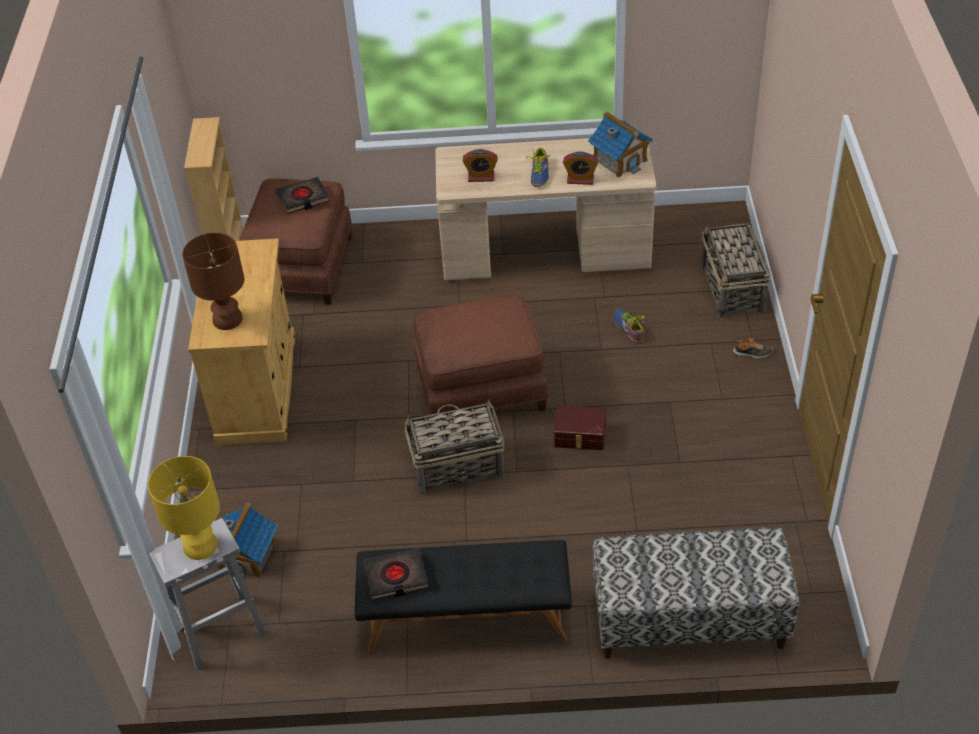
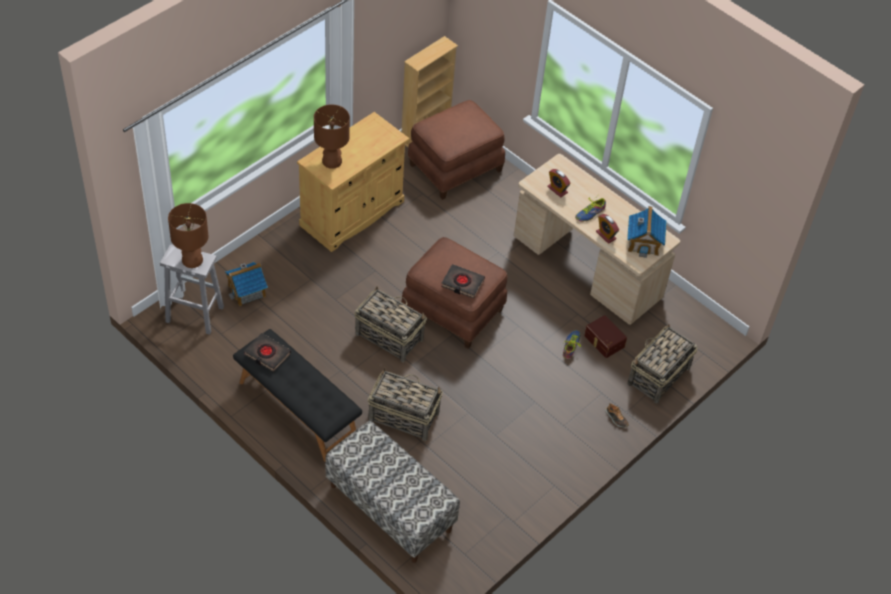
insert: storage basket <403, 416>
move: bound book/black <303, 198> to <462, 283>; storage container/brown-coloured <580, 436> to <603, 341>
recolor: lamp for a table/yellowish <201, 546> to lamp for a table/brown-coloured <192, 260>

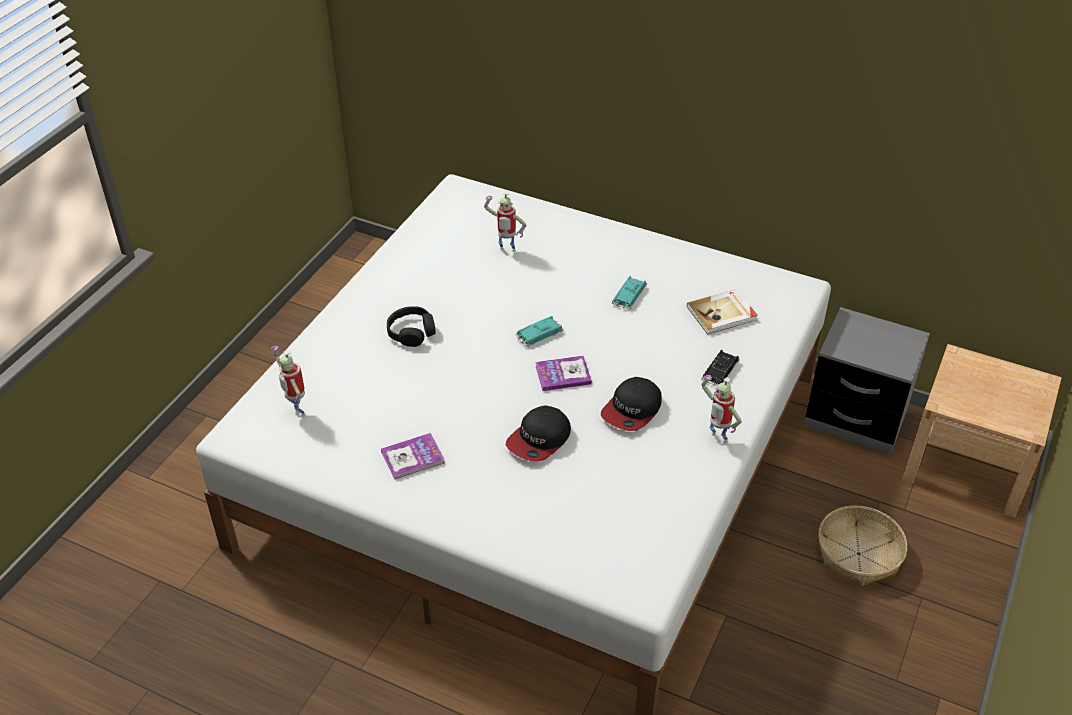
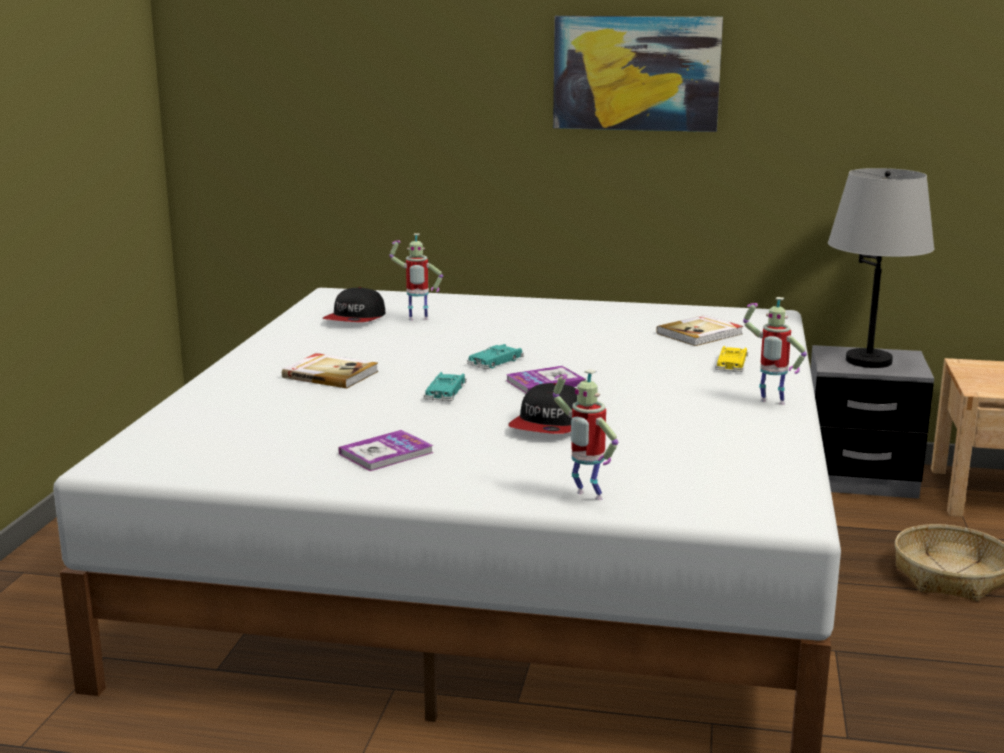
insert: picture <636, 73>; lamp for a table/greyish <869, 361>
move: robot figure <297, 411> to <585, 497>; baseball cap <632, 410> to <355, 319>; toy car/blue-green <629, 295> to <445, 392>
replace: pair of headphones/black <411, 332> to bound book <330, 374>
recolor: toy car/black <720, 371> to toy car/yellowish <731, 364>

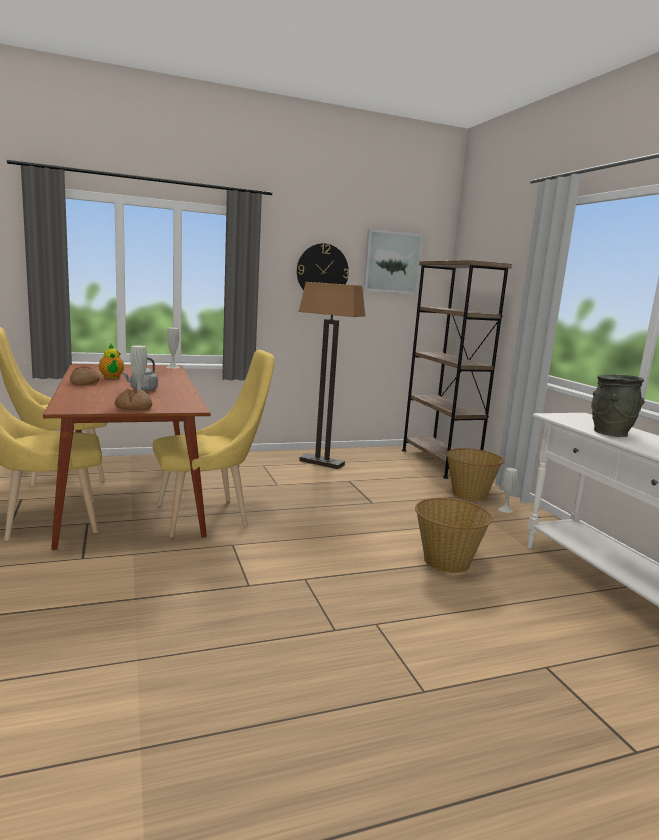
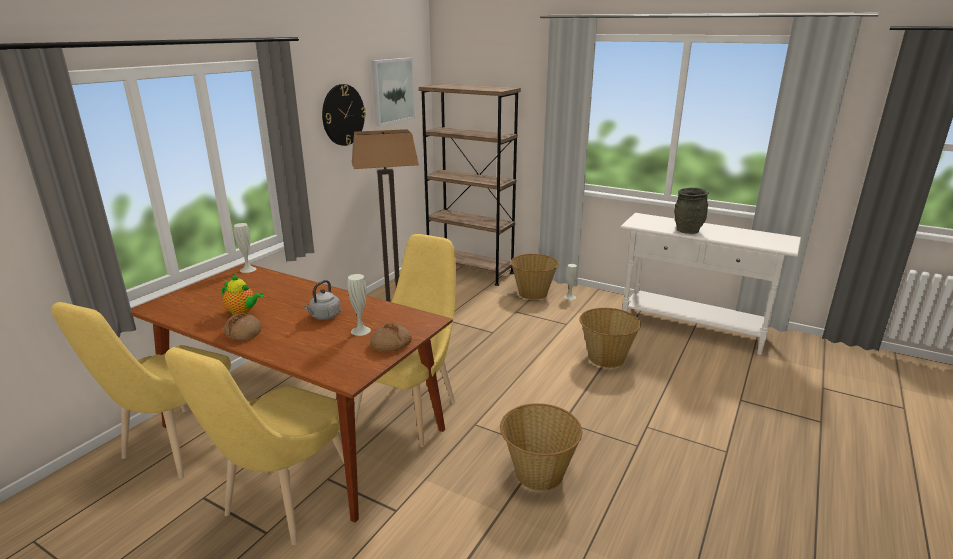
insert: storage basket <538, 473>

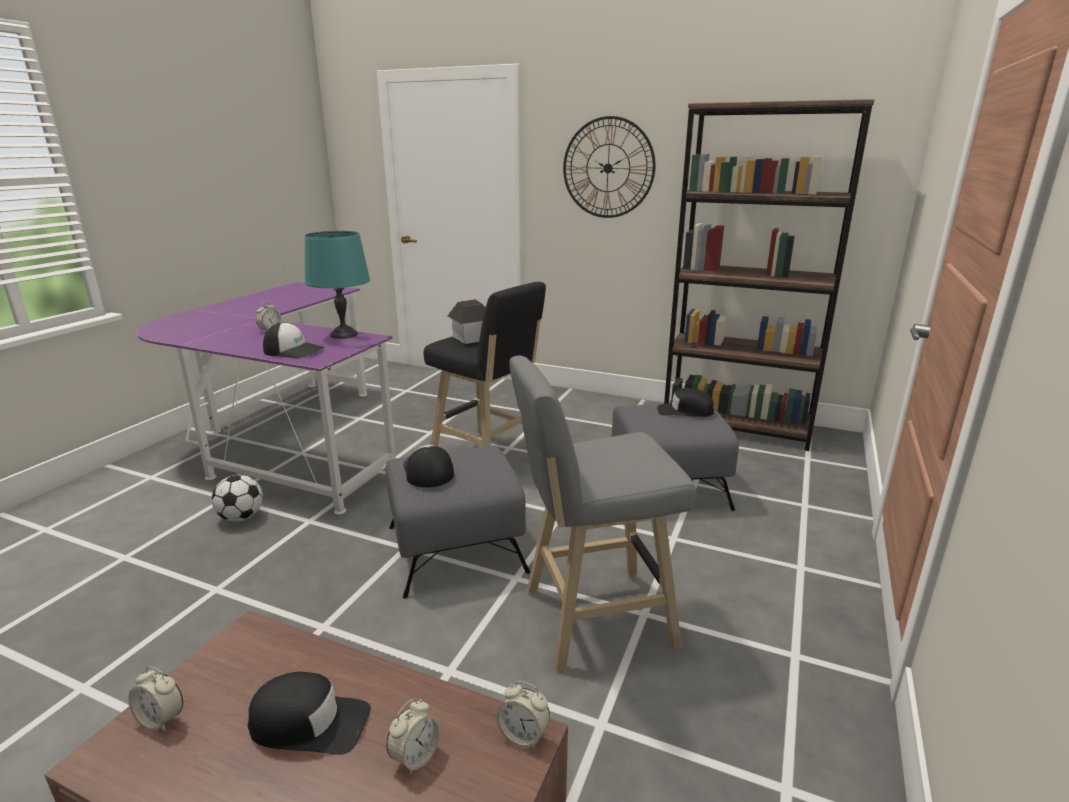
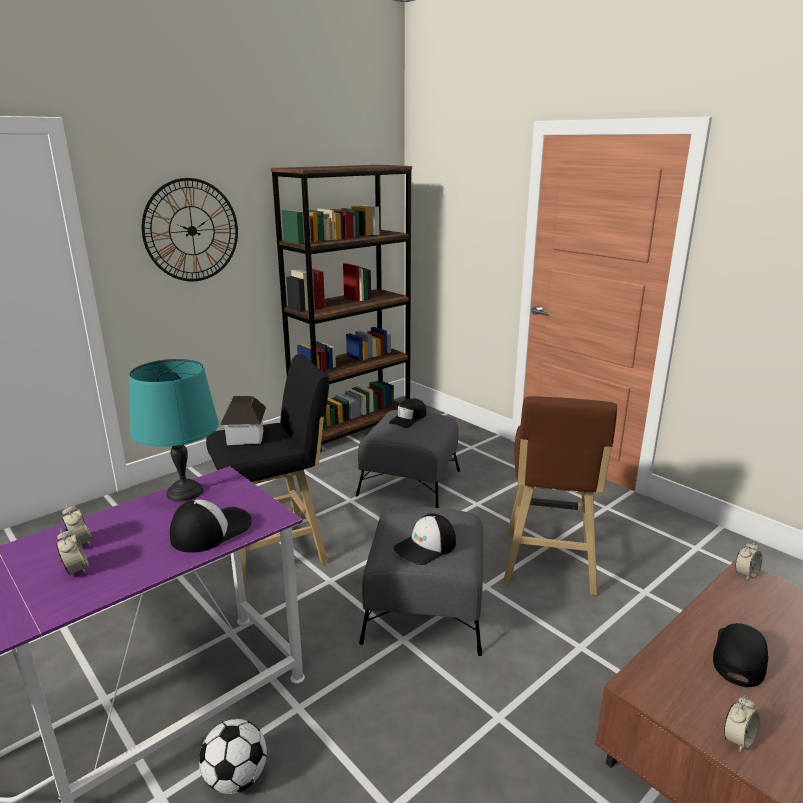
move: table clock <415, 756> to <76, 570>
recolor: sitting stool/greyish <591, 618> to sitting stool/brown-coloured <548, 565>
rotate: baseball cap <427, 471> = <426, 547> 45 degrees counterclockwise

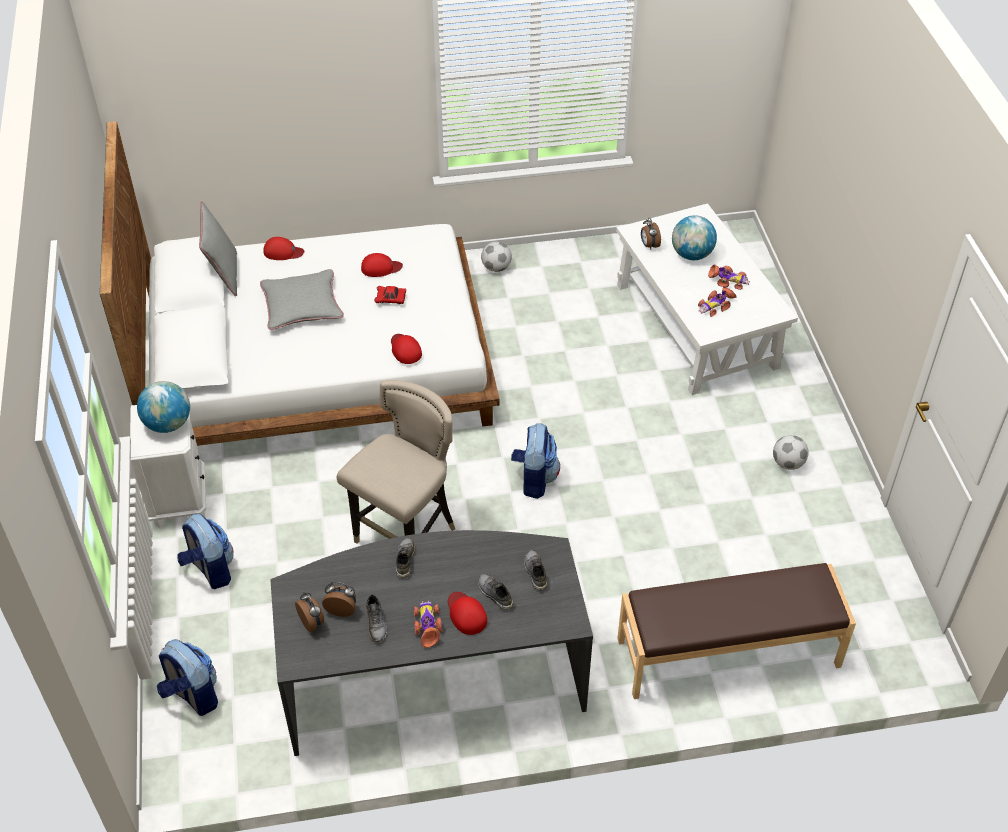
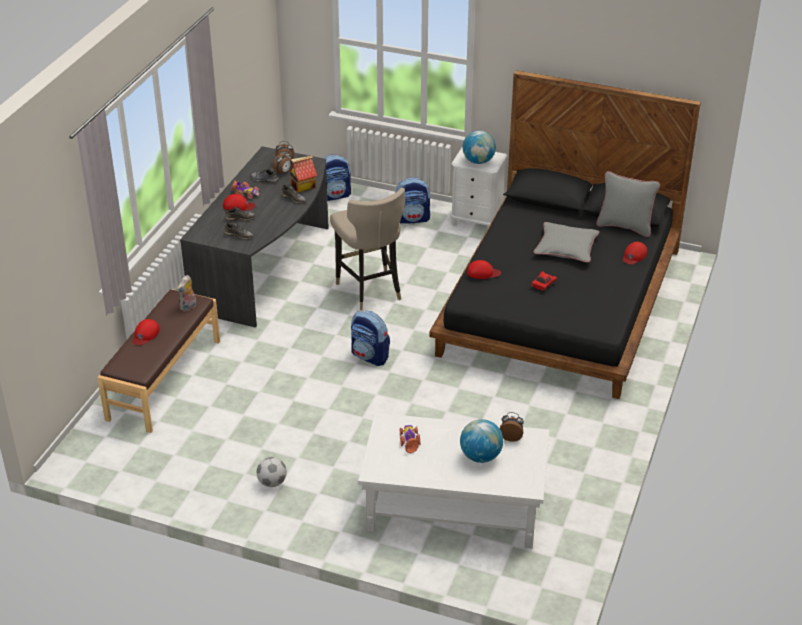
delete: football <496, 268>; toy car <728, 281>
insert: plush toy <188, 307>; miniature house <303, 186>
move: baseball cap/red-coloured <381, 268> to <145, 334>
recolor: bedroom bed/whitish <318, 361> to bedroom bed/black <560, 302>

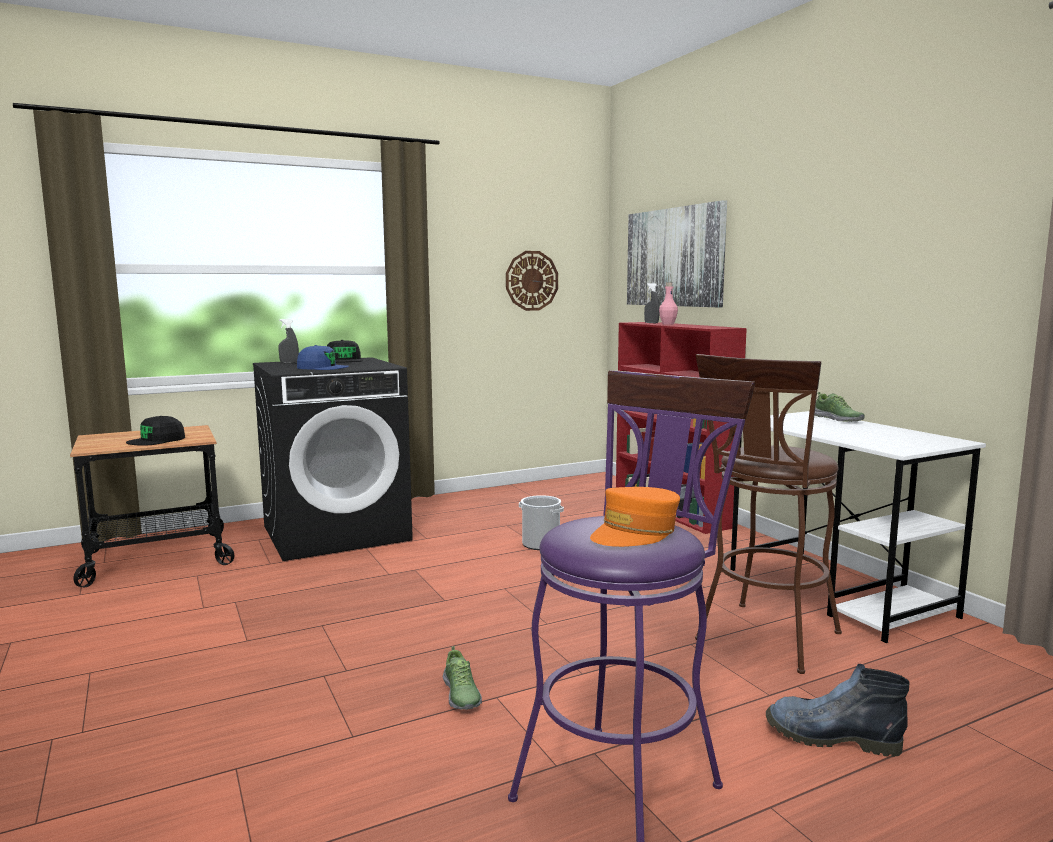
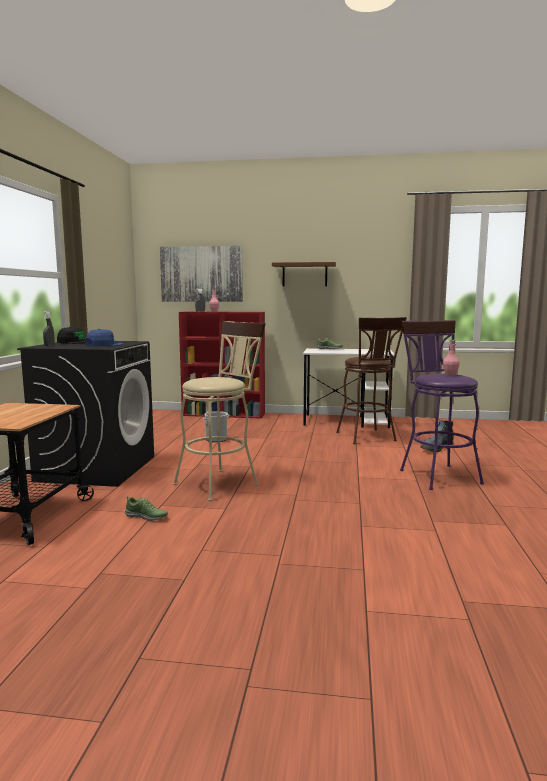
delete: baseball cap/black <157, 440>; clock on the wall <531, 280>
insert: sitting stool/beige-coloured <221, 483>; shelf/brown-coloured <304, 274>
move: item of footwear <461, 695> to <146, 517>
replace: baseball cap/orange-coloured <635, 533> to bottle/pink <450, 375>

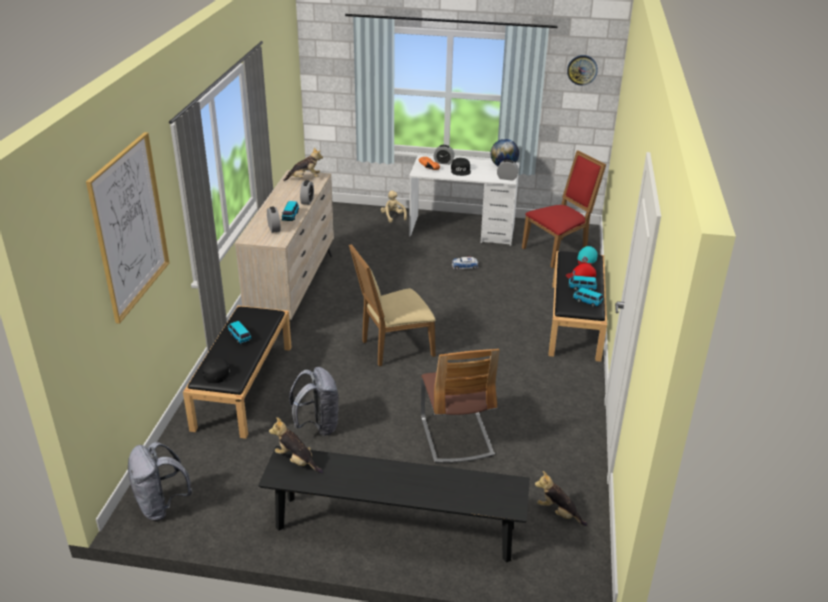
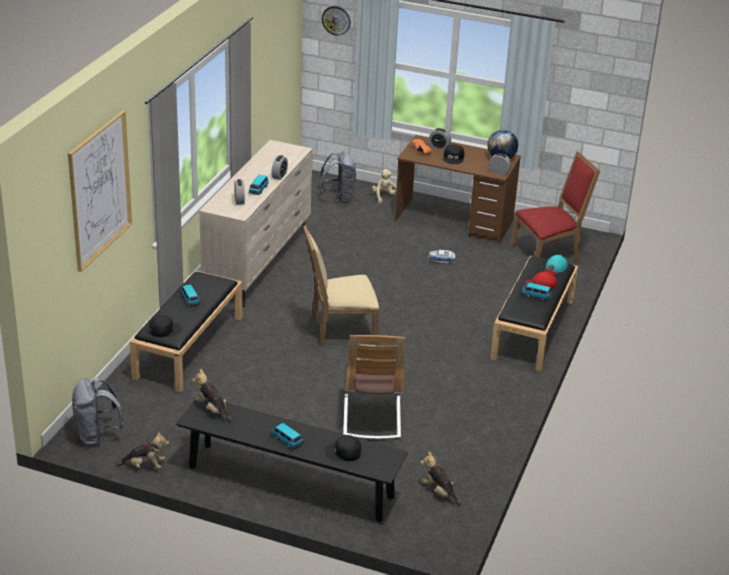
insert: baseball cap/black <343, 452>
move: plush toy <305, 179> to <145, 466>; knapsack/greyish <318, 426> to <339, 197>; clock on the wall <582, 70> to <336, 20>; toy car <587, 301> to <286, 440>
recolor: desk unit/whitish <462, 230> to desk unit/brown-coloured <454, 221>

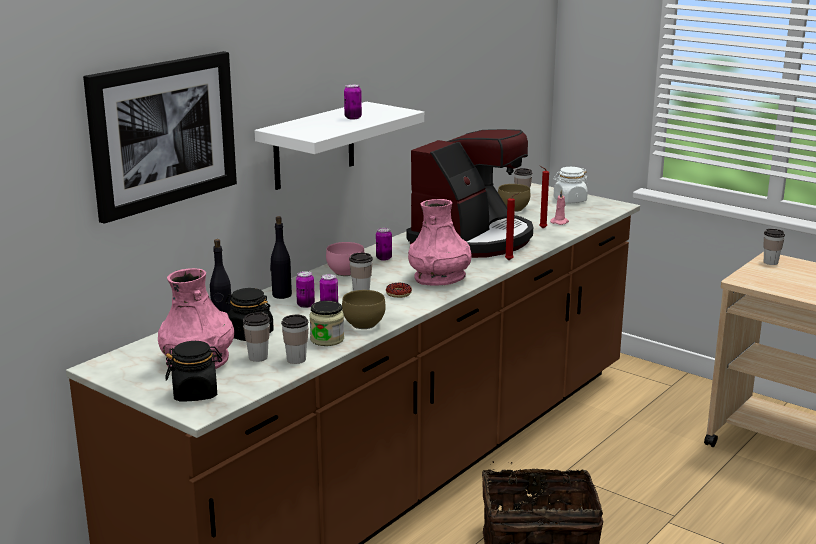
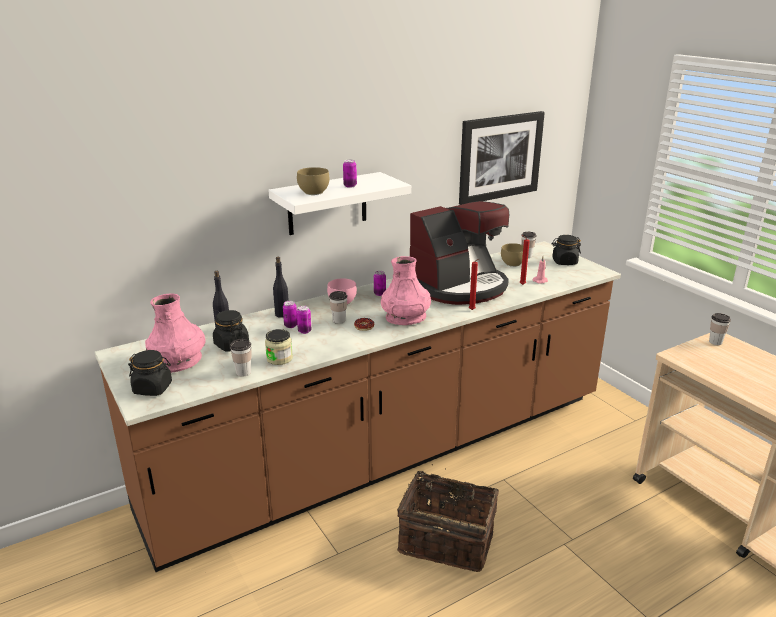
delete: cup <258, 357>
move: picture <162, 133> to <500, 157>; serving bowl/brown-coloured <365, 325> to <314, 193>
recolor: storage jar/whitish <569, 200> to storage jar/black <564, 262>

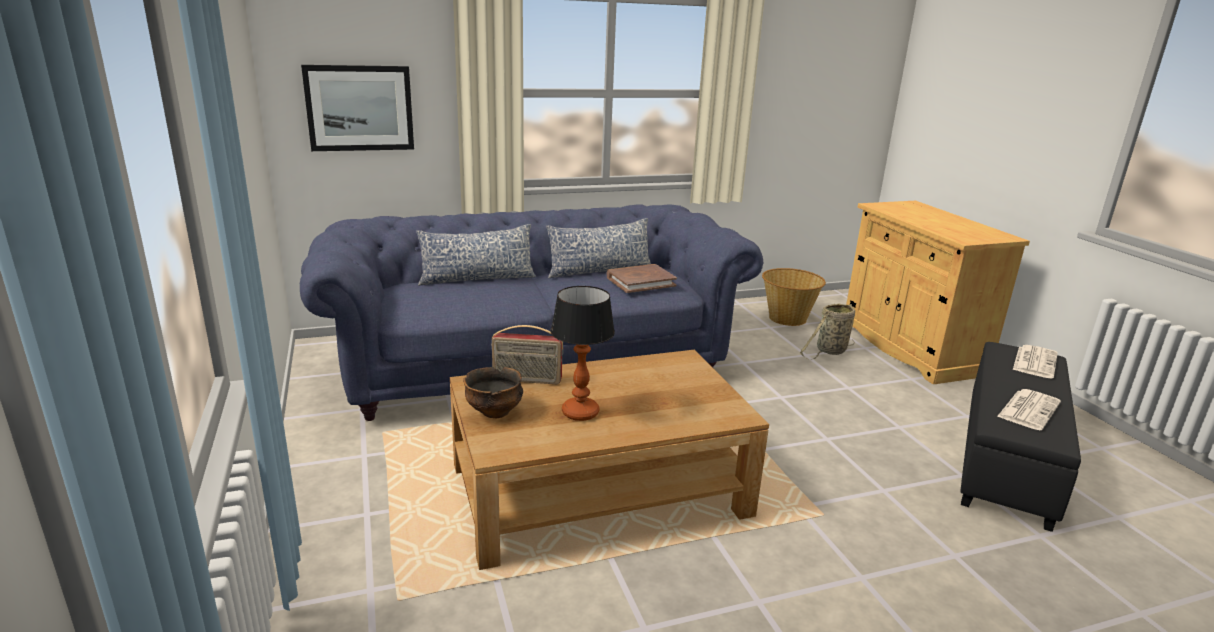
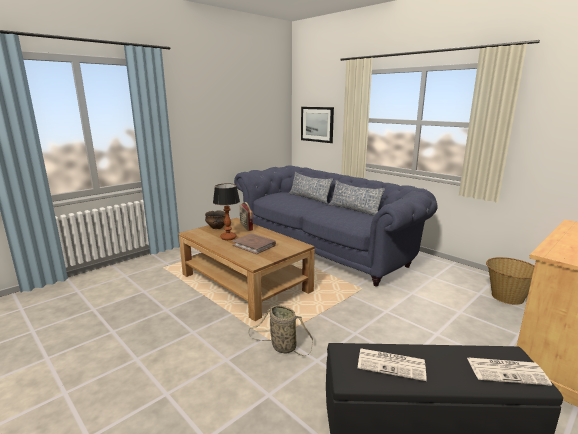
move: bound book/brown-coloured <640, 281> to <254, 245>; storage basket <829, 351> to <281, 347>

